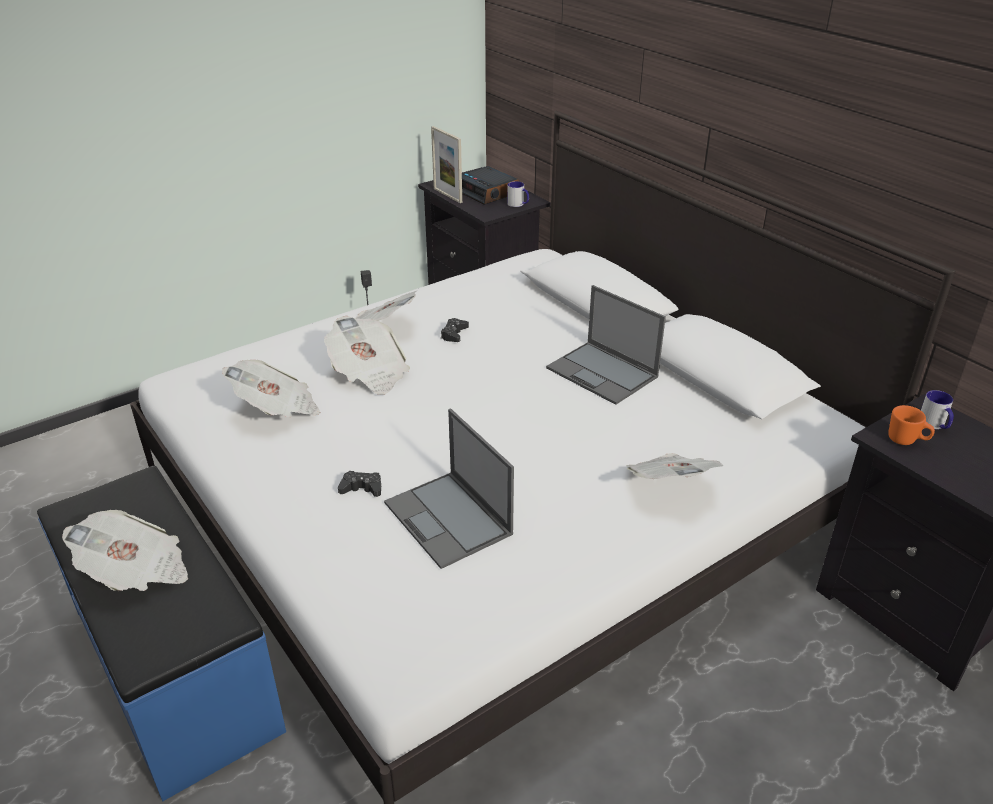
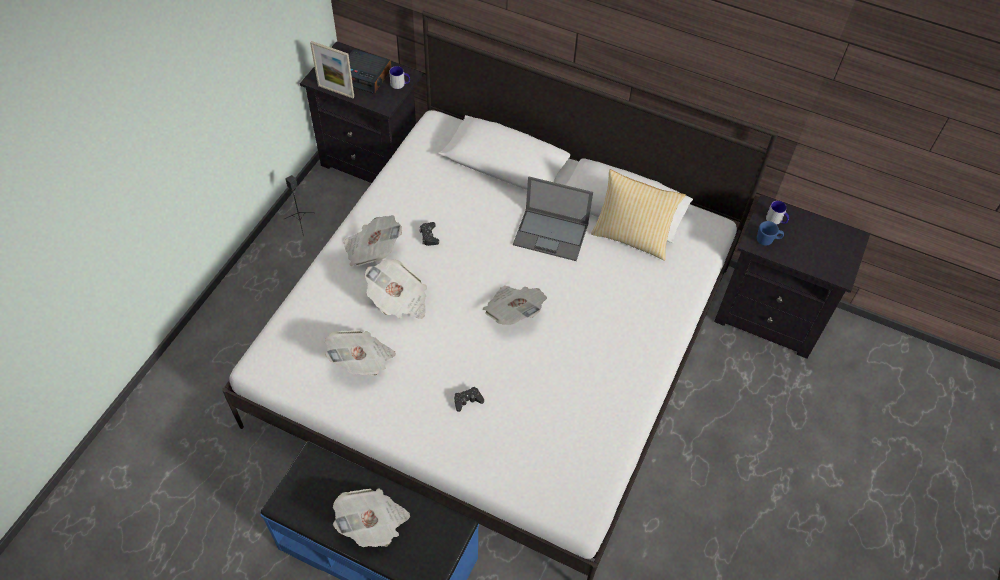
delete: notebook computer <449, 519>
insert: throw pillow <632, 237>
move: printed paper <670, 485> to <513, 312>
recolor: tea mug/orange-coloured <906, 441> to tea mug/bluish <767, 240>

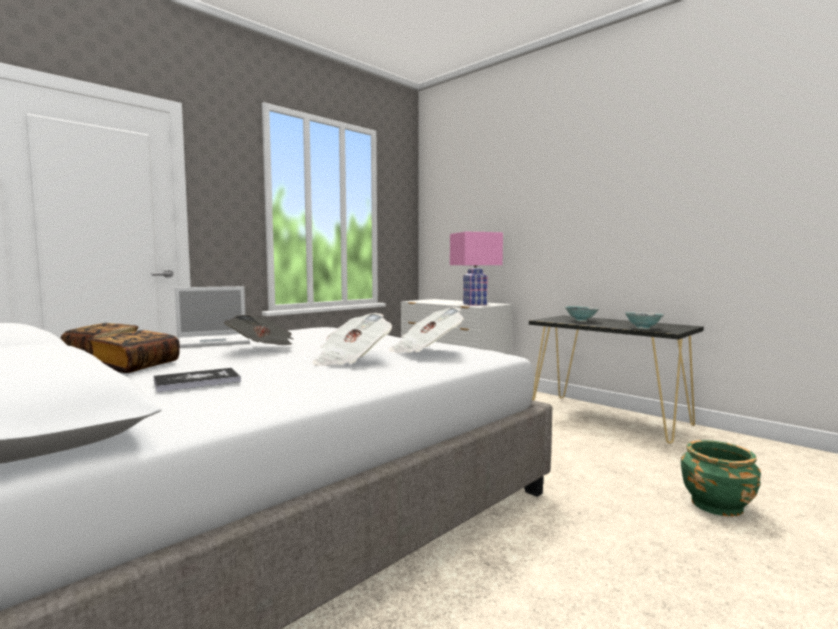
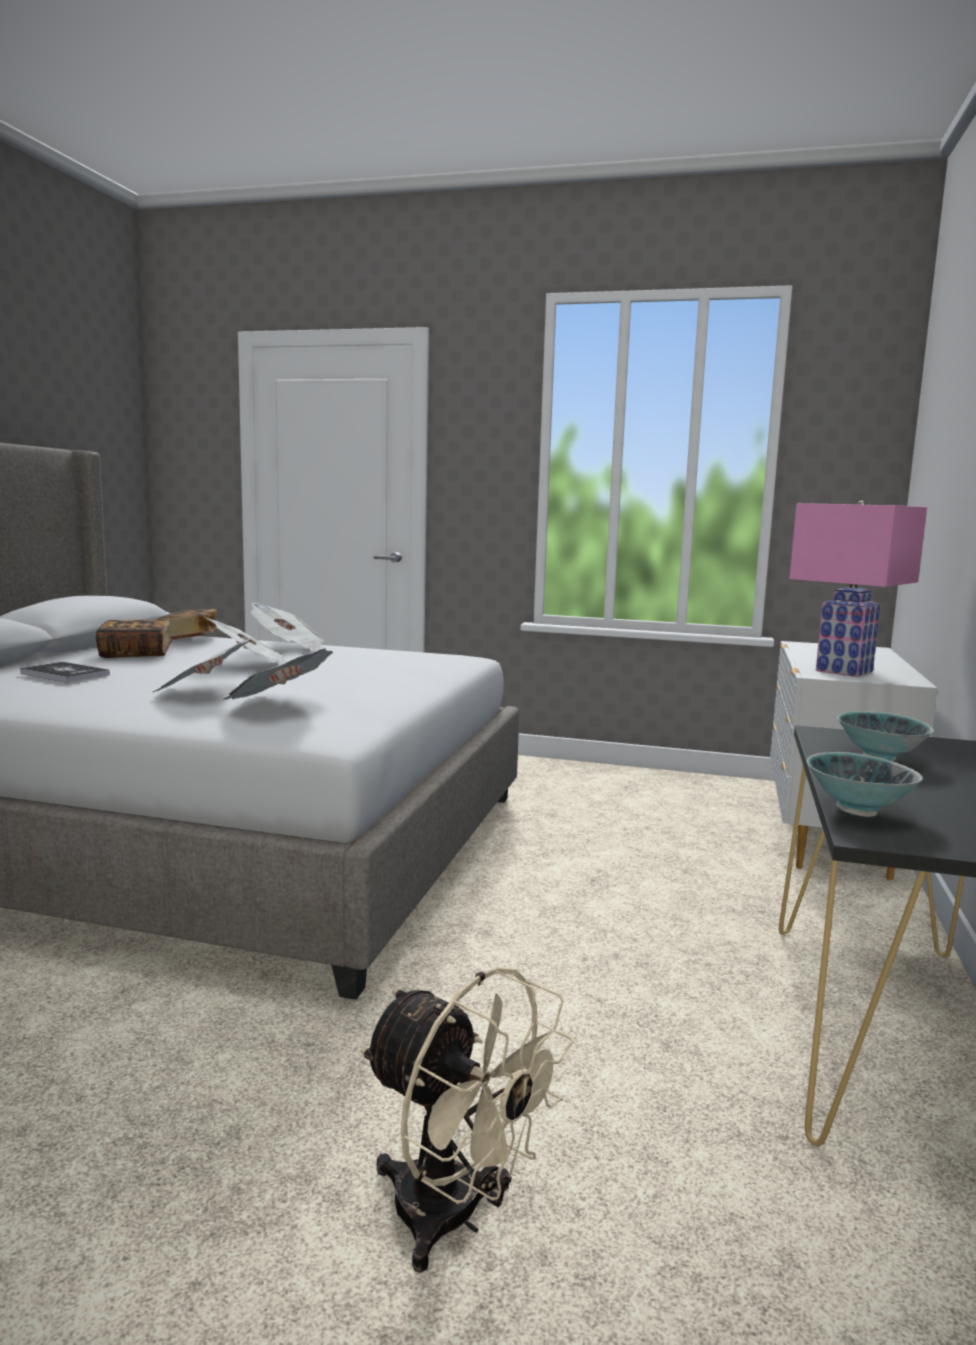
replace: notebook computer <214, 341> to printed paper <289, 647>; planter/greenish <716, 505> to cooling fan/beige-coloured <455, 1218>

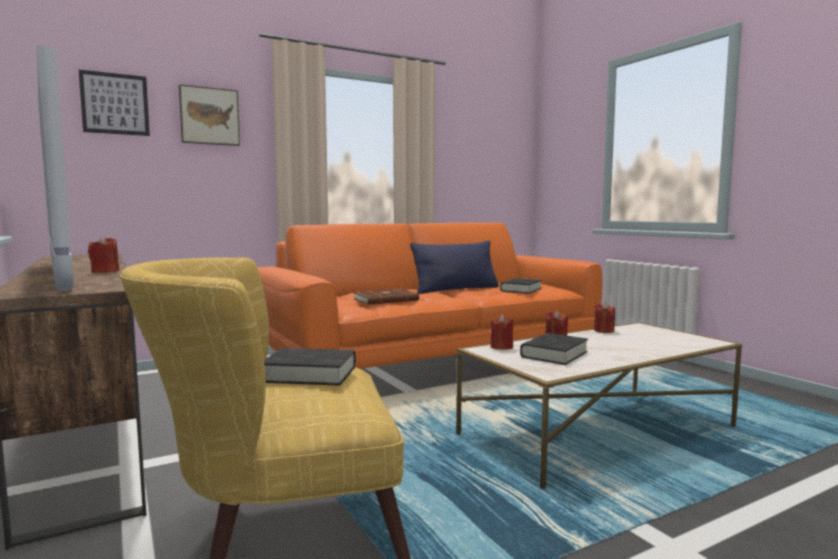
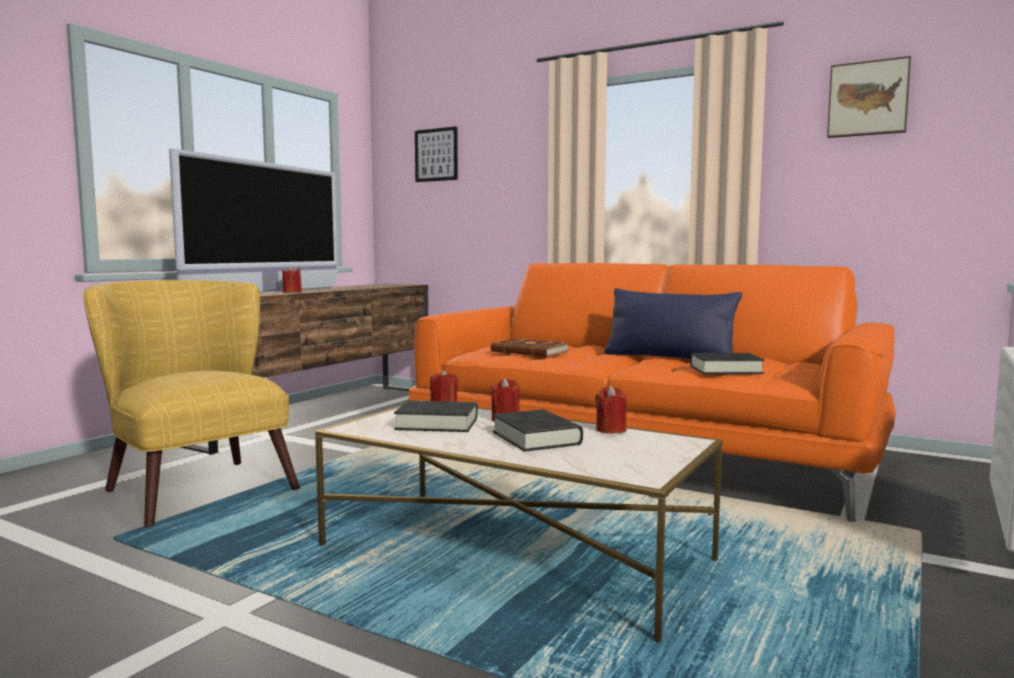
move: picture <209, 116> to <868, 99>; bound book/black <310, 374> to <536, 438>

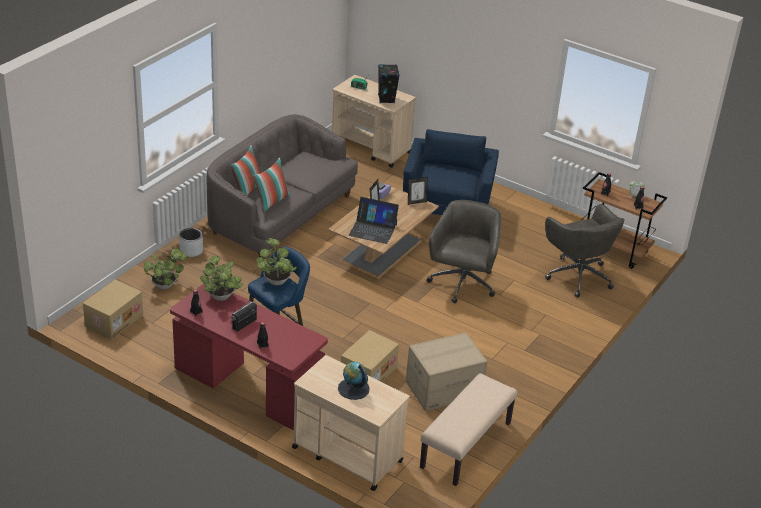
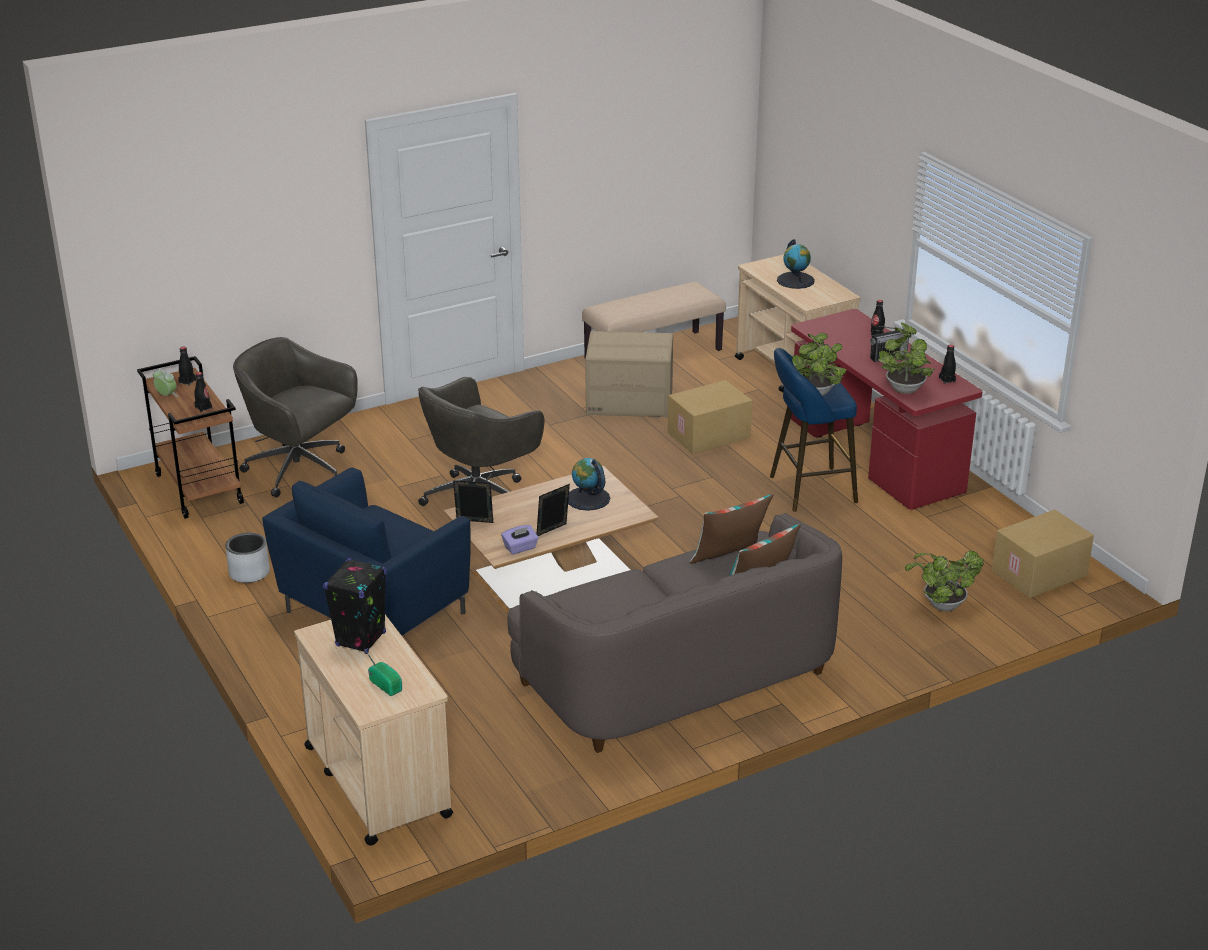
move: planter/greyish <191, 251> to <249, 573>
replace: notebook computer <373, 229> to world globe <587, 498>
rotate: computer chair/greyish <578, 275> = <300, 471> 60 degrees counterclockwise

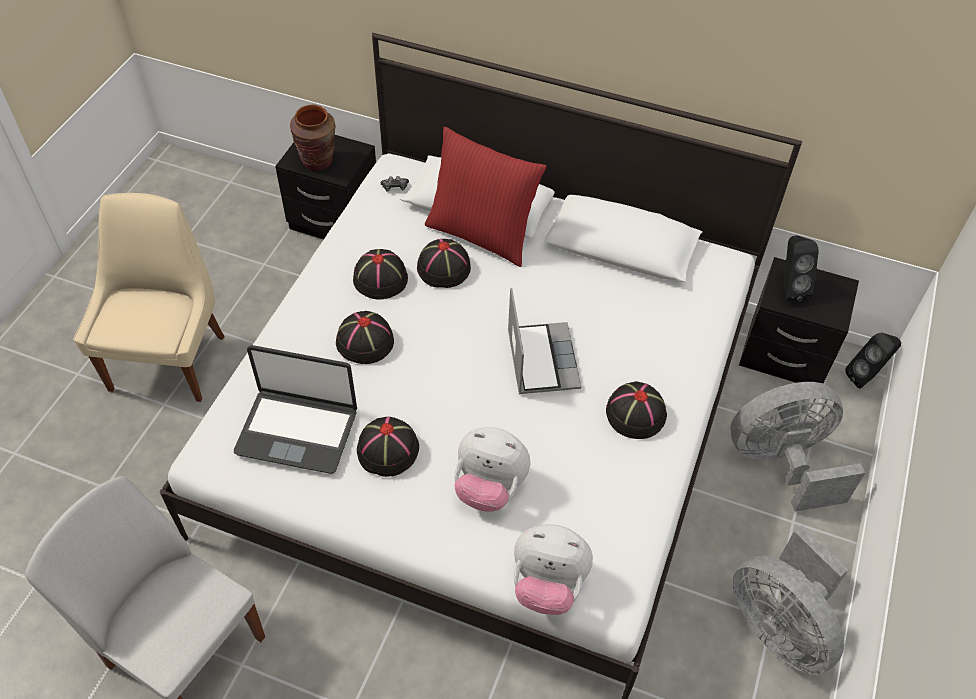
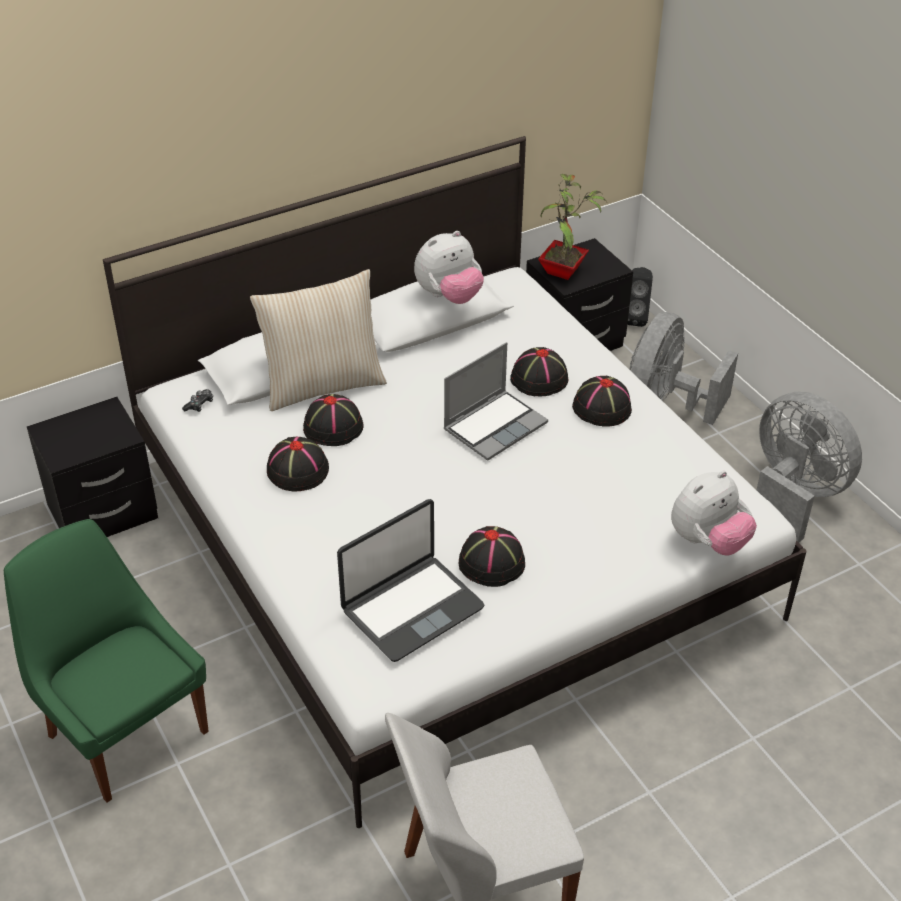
delete: flower vase/brown-coloured <318, 161>
move: wearable hat/black <364, 342> to <538, 379>; plush toy <489, 487> to <449, 296>
replace: loudspeaker/black <789, 288> to potted plant <564, 272>
recolor: chair/beige-coloured <170, 359> to chair/greenish <124, 730>; throw pillow/red-coloured <482, 234> to throw pillow/beige-coloured <323, 385>
rotate: notebook computer <541, 359> = <495, 426> 105 degrees clockwise; cooling fan/greyish <778, 626> = <793, 494> 135 degrees counterclockwise

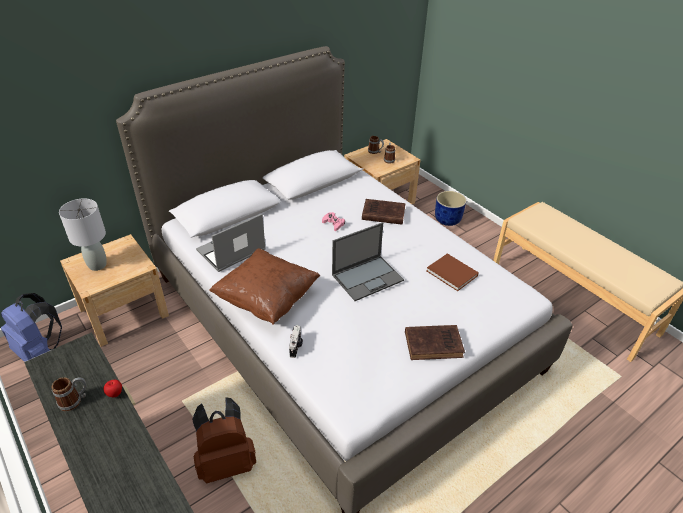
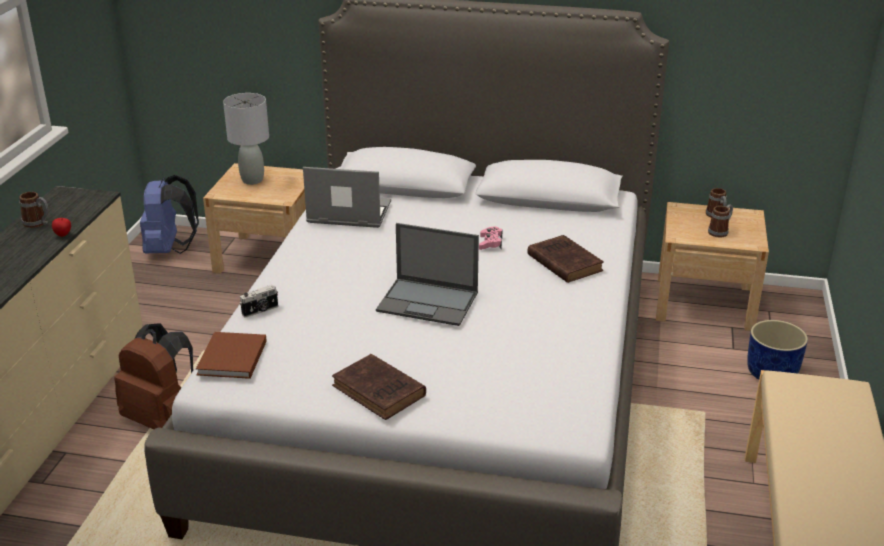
delete: throw pillow/brown-coloured <266, 300>
move: bound book/brown-coloured <453, 274> to <231, 359>

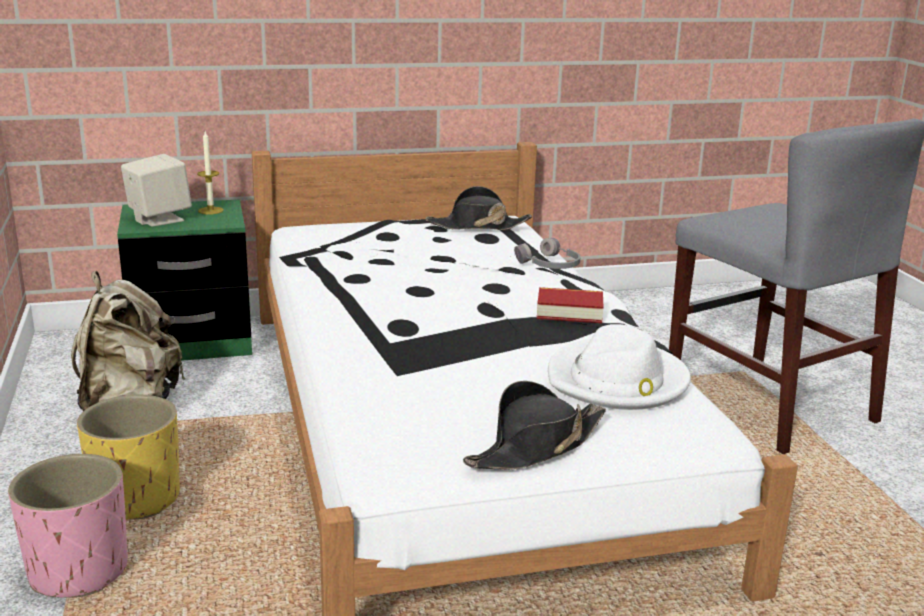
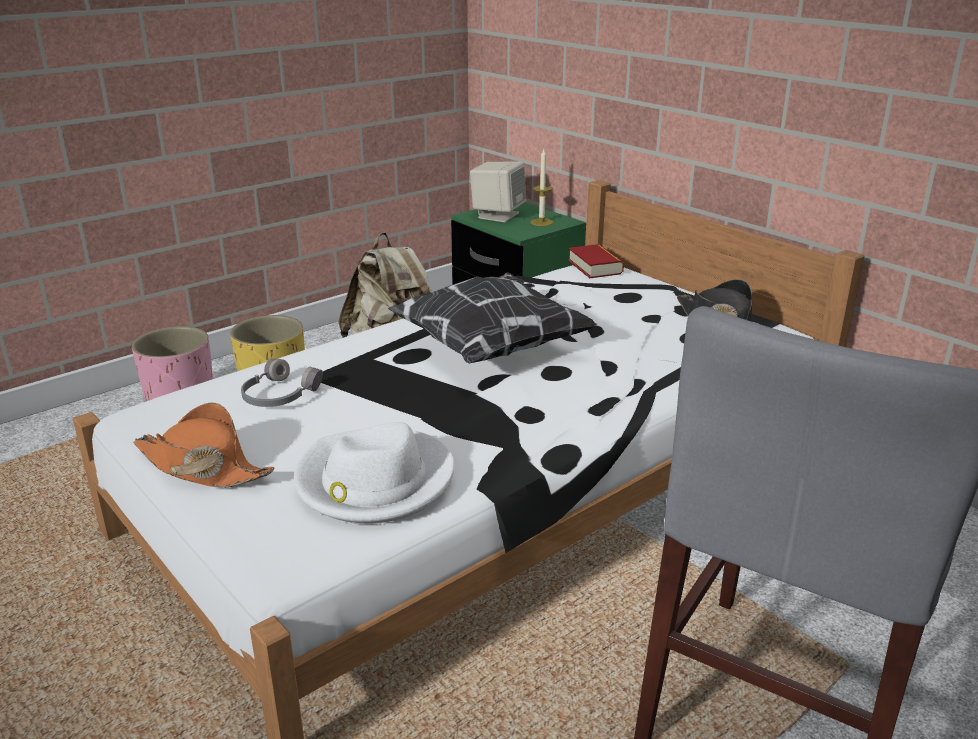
insert: throw pillow <491, 348>
move: pair of headphones/greyish <549, 265> to <278, 396>; bound book <569, 312> to <595, 267>
recolor: wearable hat/black <536, 447> to wearable hat/orange-coloured <202, 467>

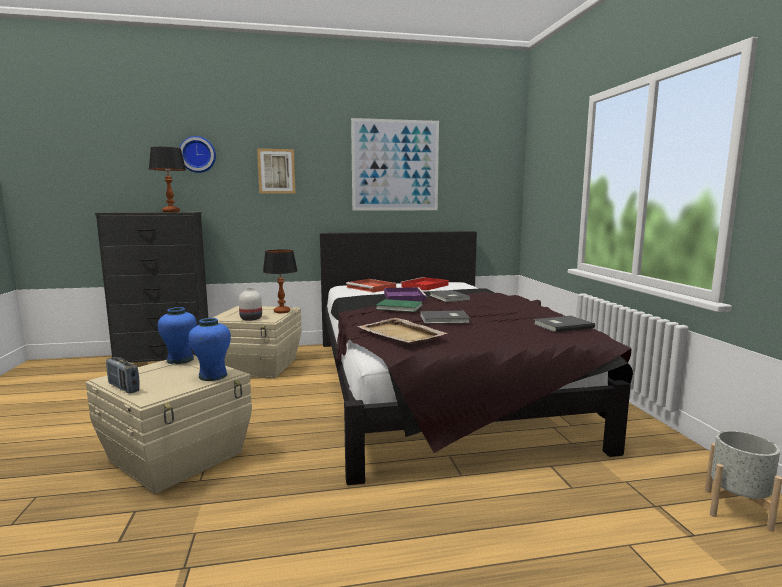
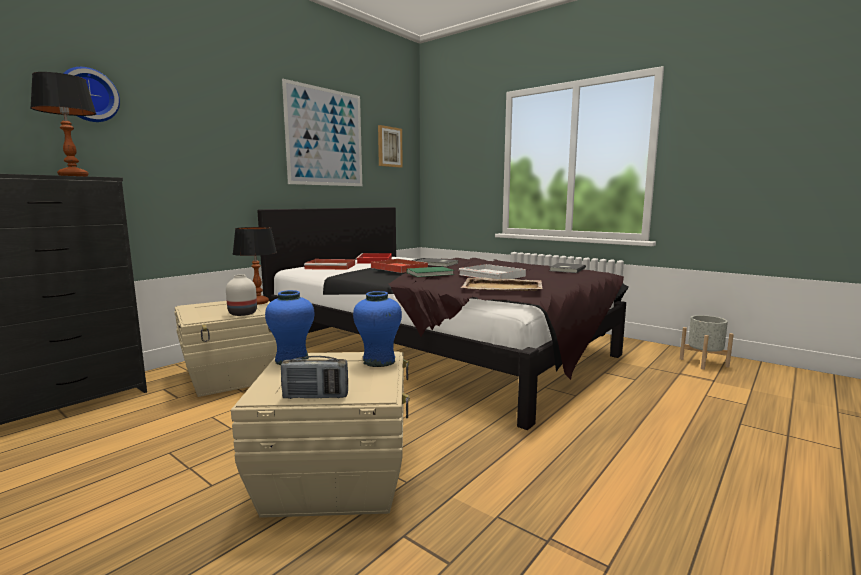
move: picture <276, 171> to <389, 147>
replace: bound book/greyish <445, 319> to tray/whitish <493, 275>
recolor: tray/purple <403, 297> to tray/red-coloured <398, 268>

